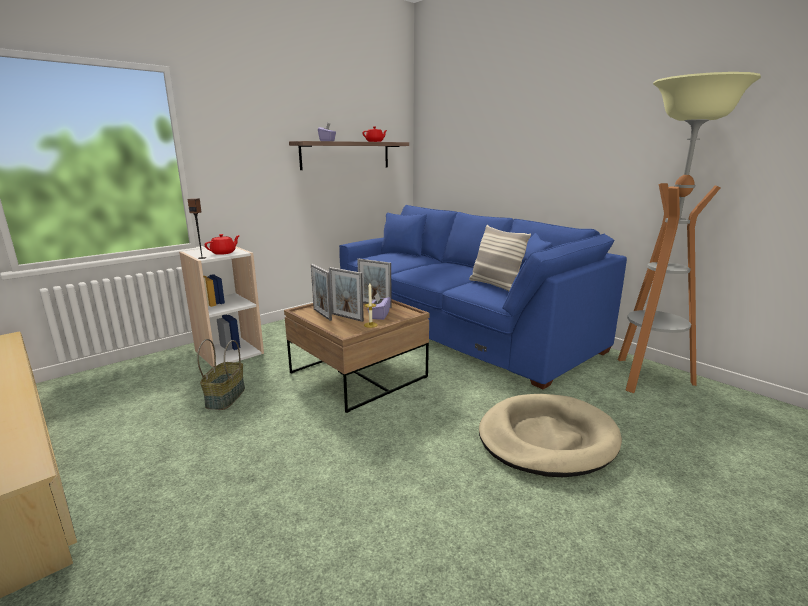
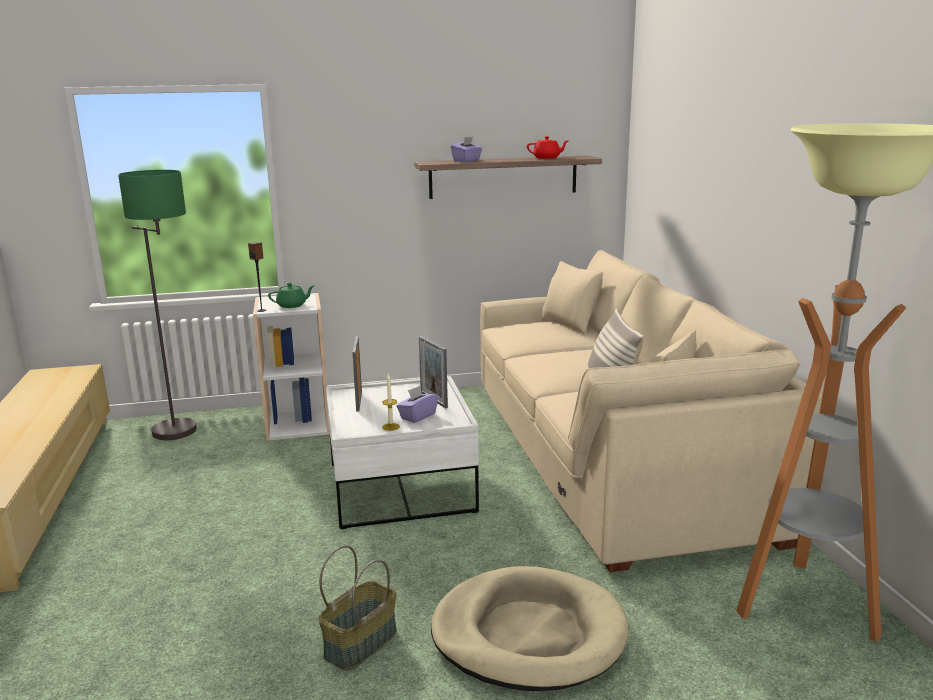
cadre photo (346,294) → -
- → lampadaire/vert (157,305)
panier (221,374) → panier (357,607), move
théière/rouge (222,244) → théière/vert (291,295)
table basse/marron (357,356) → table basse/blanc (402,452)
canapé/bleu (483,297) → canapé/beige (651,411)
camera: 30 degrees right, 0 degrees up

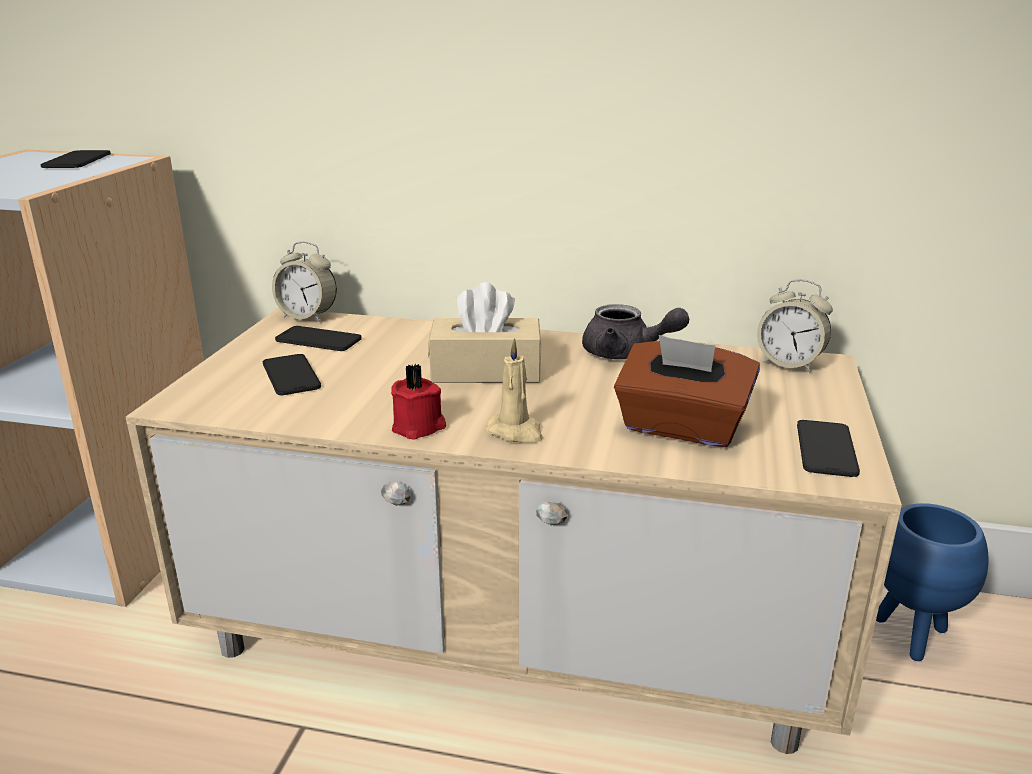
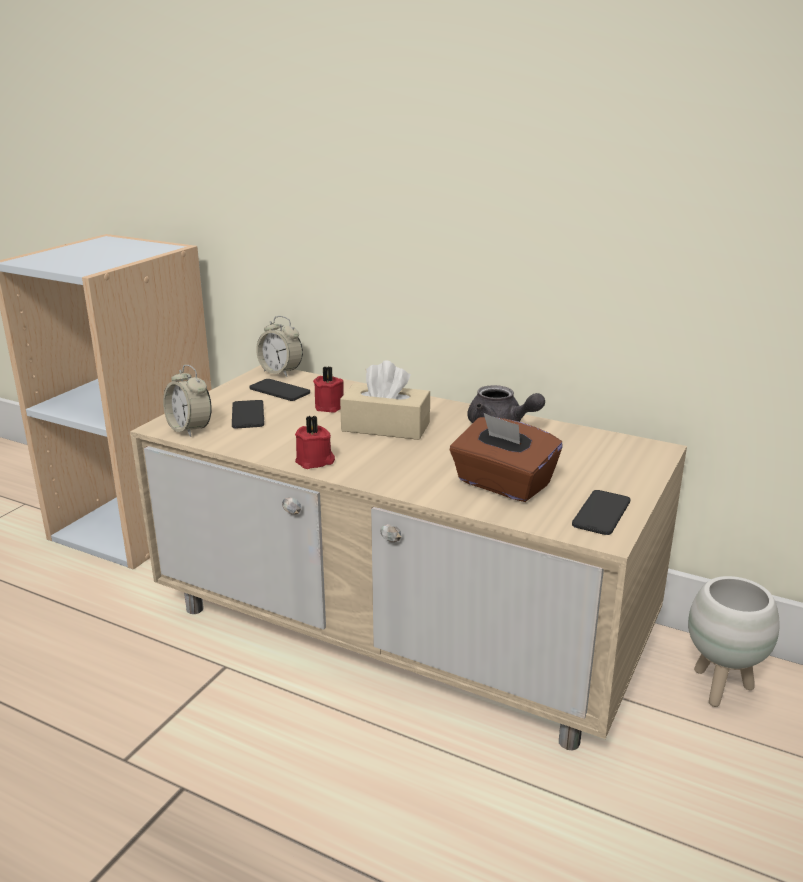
téléphone (75,159) → -
bougie/beige (514,390) → -
- → bougie/rouge (328,389)
réveil (795,325) → réveil (187,401), move
cache-pot/bleu (932,582) → cache-pot/blanc (734,641)
camera: 15 degrees right, 0 degrees up

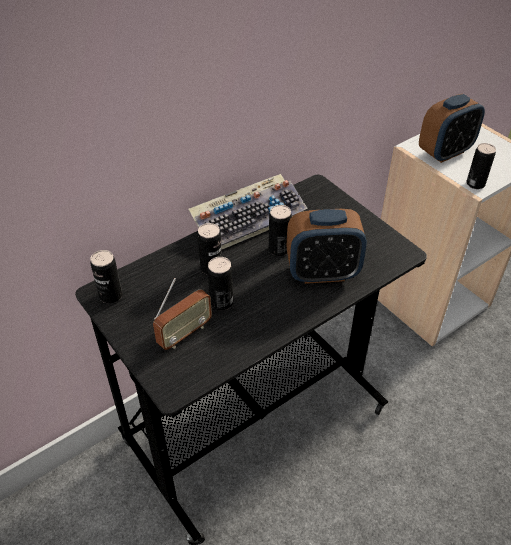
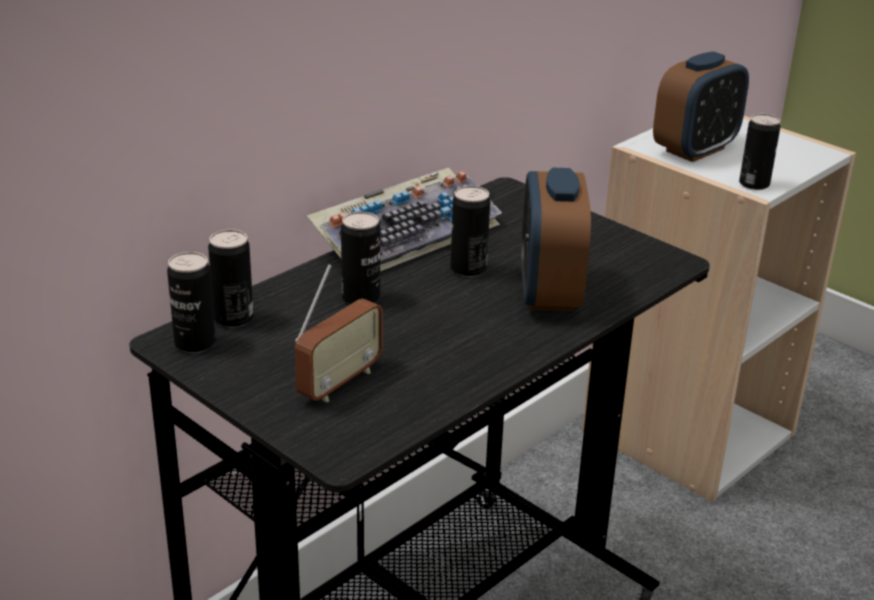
boîte métallique (220,283) → boîte métallique (231,278), move
réveil (327,246) → réveil (556,239), 105 degrees clockwise
camera: 10 degrees left, 15 degrees down

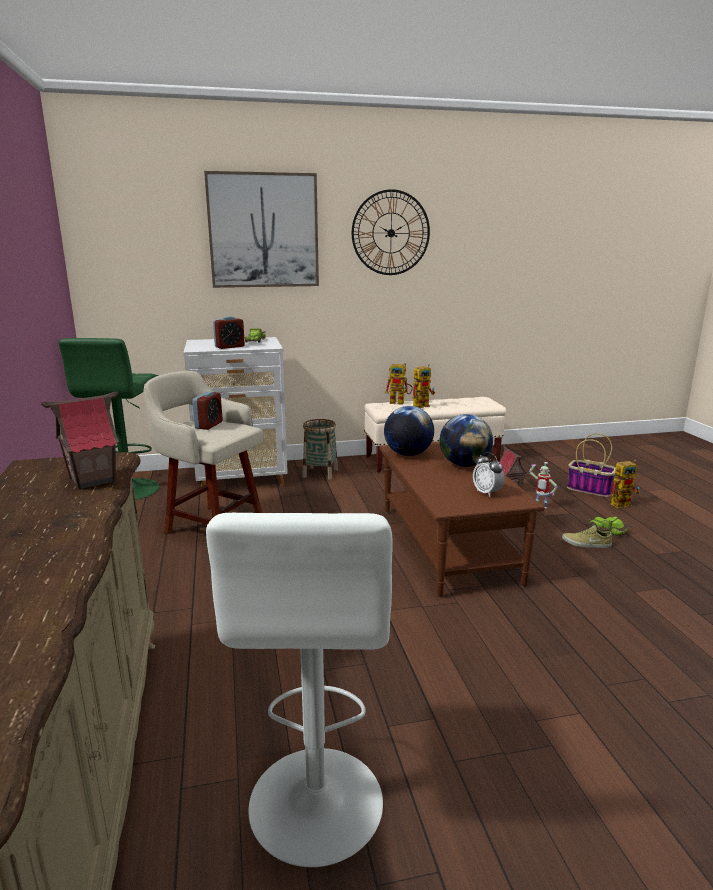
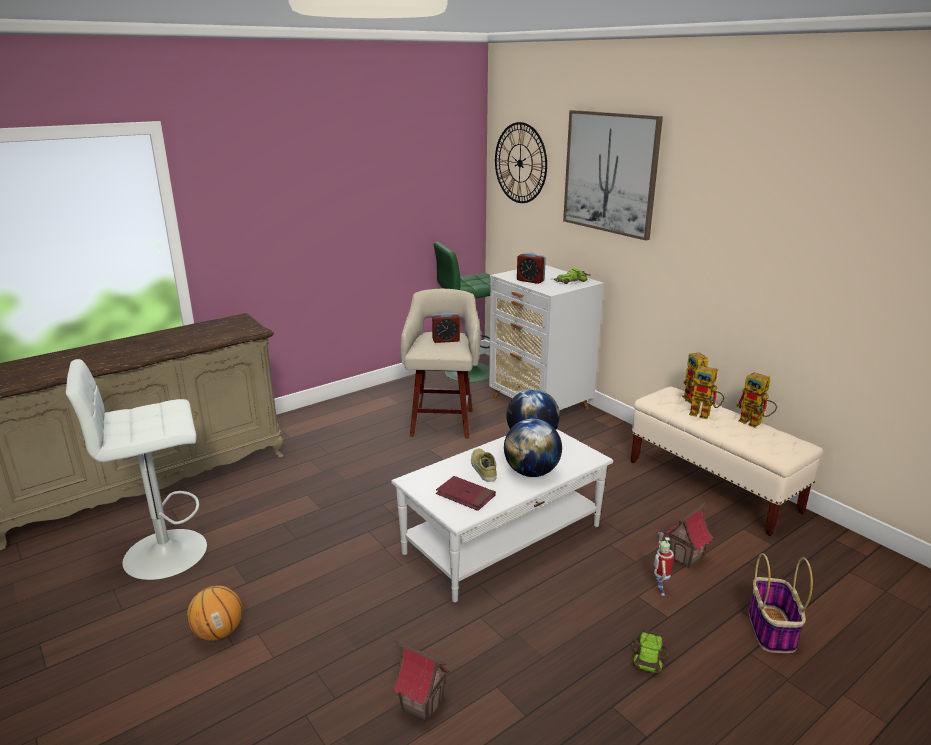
panier (320,449) → -
- → ballon de basket (214,613)
maison miniature (80,441) → maison miniature (421,681), move
horloge murale (391,232) → horloge murale (521,162), move
chaussure/beige (587,536) → chaussure/beige (484,465), move
robot jouet (625,484) → robot jouet (756,399), move
réveil (489,474) → livre/rouge (466,493)
table basse/marron (462,520) → table basse/blanc (502,516)
camera: 65 degrees right, 5 degrees up

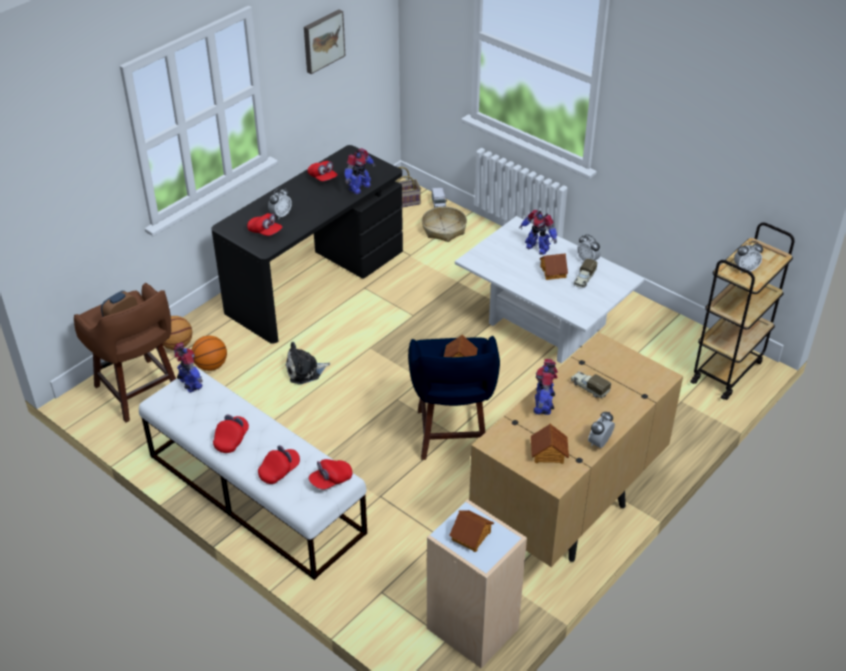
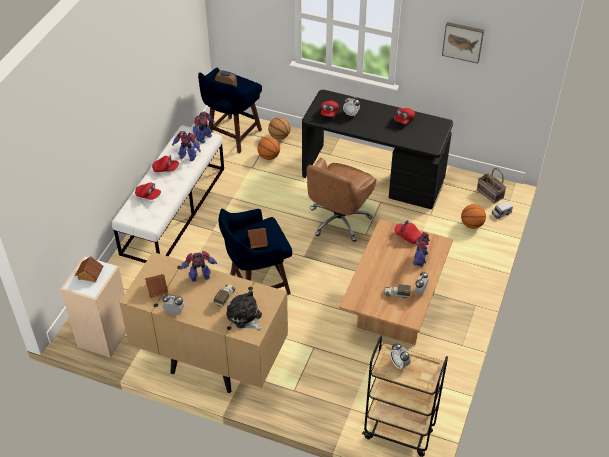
maison miniature (554,266) → -
- → chaise de bureau/marron (341,200)
peluche (307,363) → peluche (244,310), move
casquette/rouge (331,474) → casquette/rouge (408,232), move
robot jouet (360,171) → robot jouet (186,146), move
panier (444,224) → ballon de basket (473,216)
tabouret/marron (125,352) → tabouret/bleu (230,110)
table basse/blanc (550,290) → table basse/marron (396,282)
camera: 70 degrees right, 5 degrees up

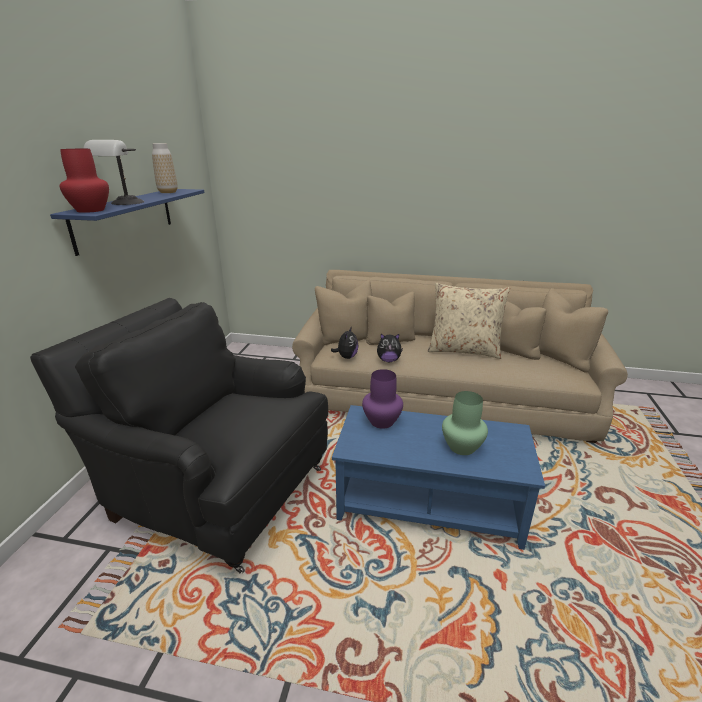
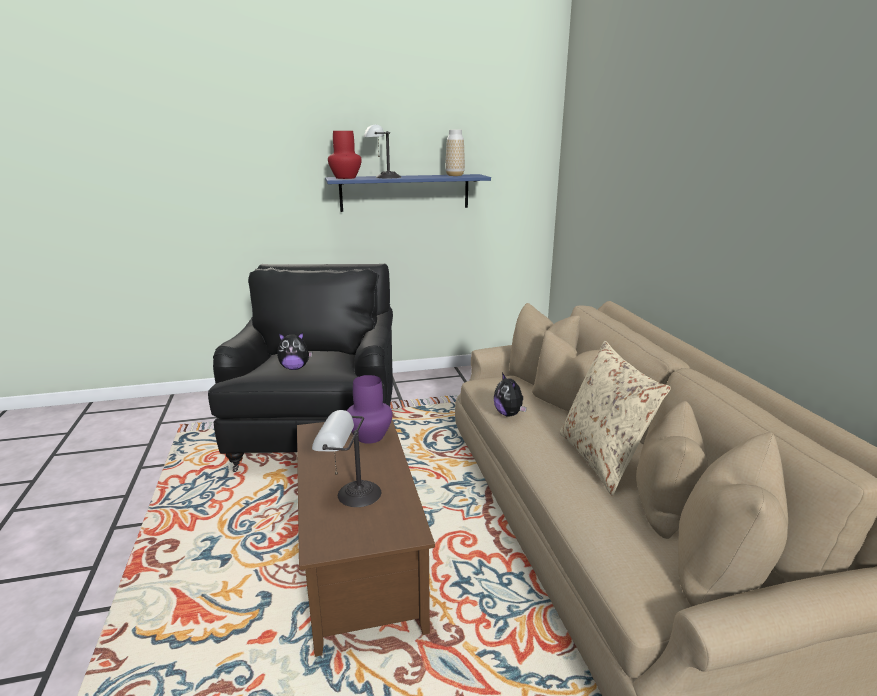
peluche (344,342) → peluche (294,351), move
vase/vert (465,423) → lampe de table (346,458)
table basse/bleu (438,477) → table basse/marron (366,538)
camera: 65 degrees right, 5 degrees down

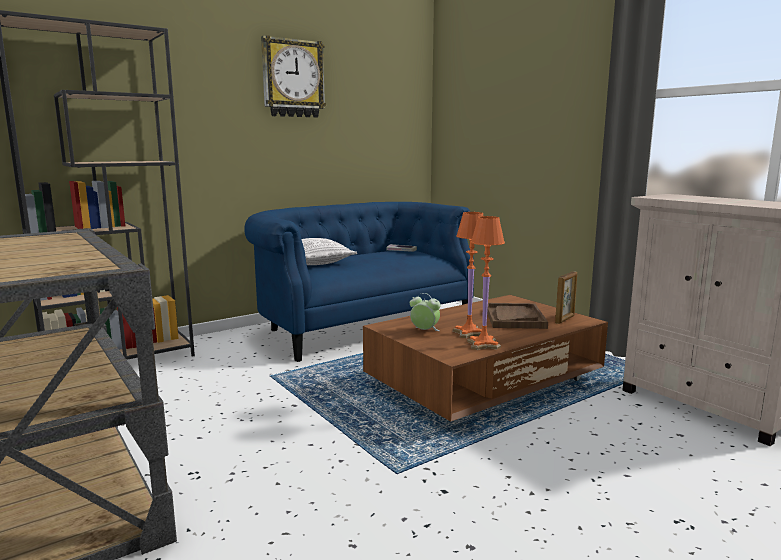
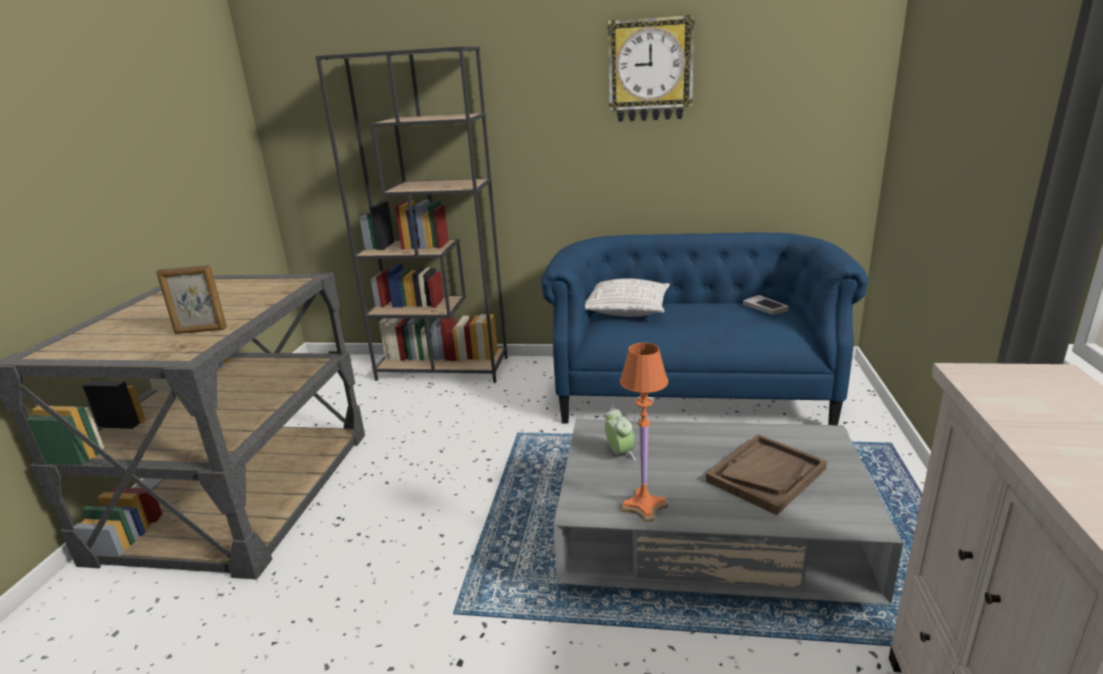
lampe de table/orange (468,275) → -
cadre photo (566,297) → cadre photo (191,299), move
table basse/marron (485,358) → table basse/gris (728,512)
camera: 45 degrees right, 10 degrees up

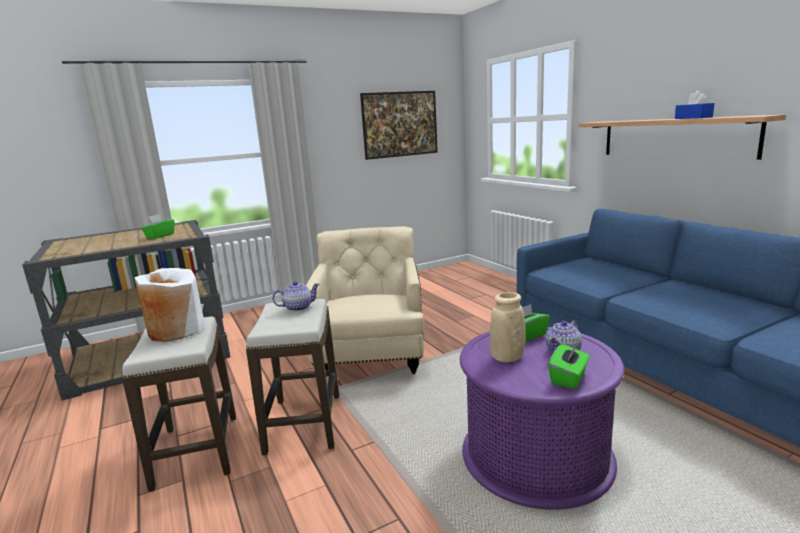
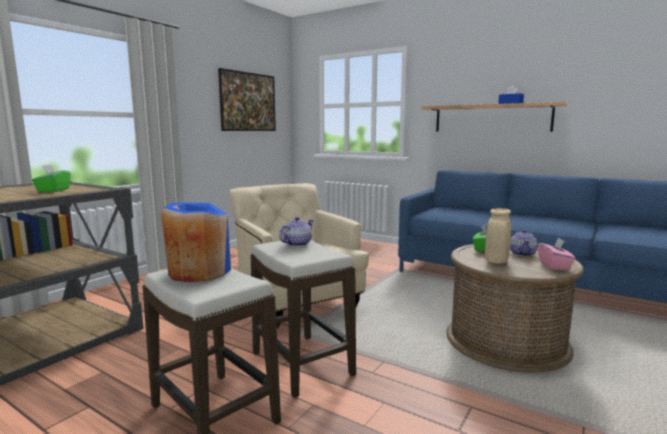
vase/blanc (169,305) → vase/bleu (196,242)
table basse/violet (542,418) → table basse/marron (515,308)
boîte à mouchoirs/vert (569,365) → boîte à mouchoirs/rose (556,253)
camera: 30 degrees left, 5 degrees down

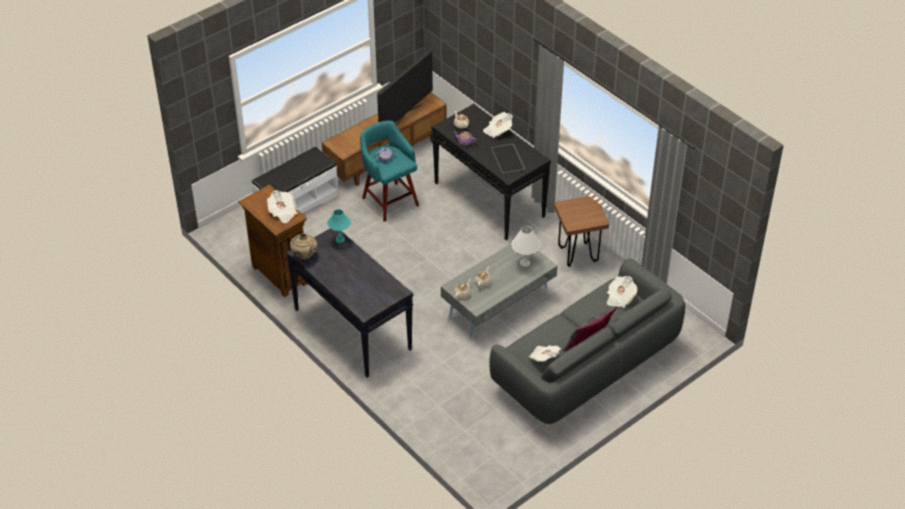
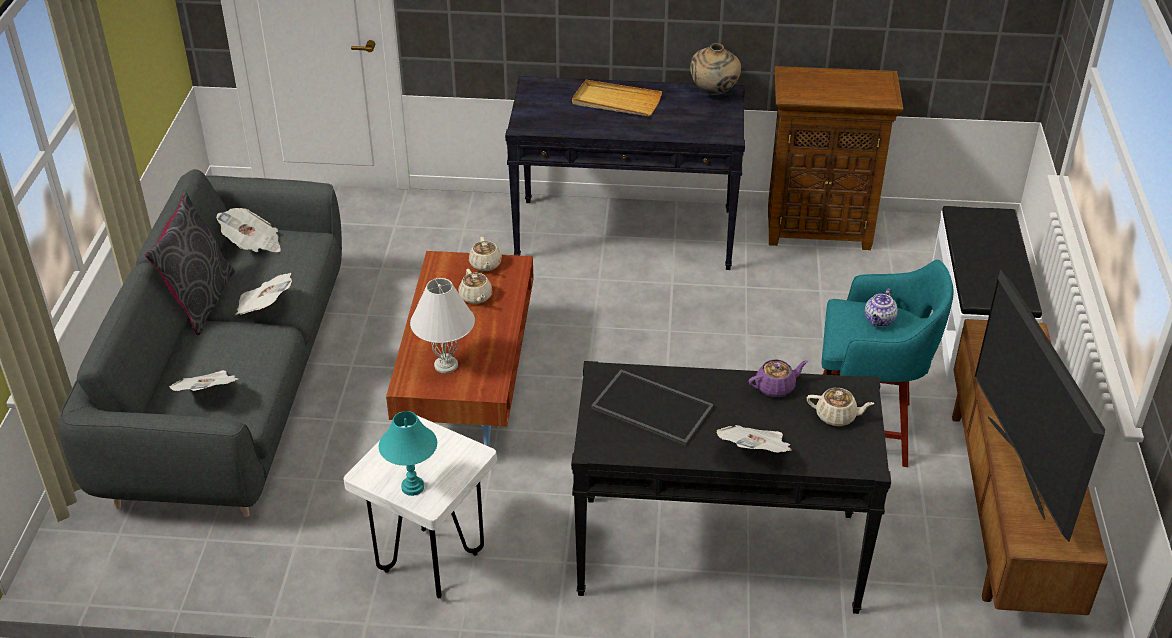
- → plateau/beige (617,98)
journal (282,206) → journal (263,294), move
lampe de table/turquoise (339,226) → lampe de table/turquoise (408,453), move
table basse/gris (499,290) → table basse/marron (460,348)
tabouret/marron (581,231) → tabouret/blanc (420,507)
camera: 135 degrees right, 5 degrees down

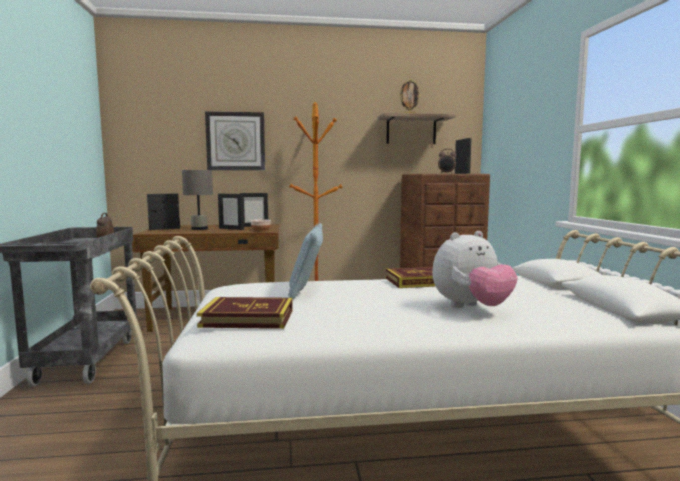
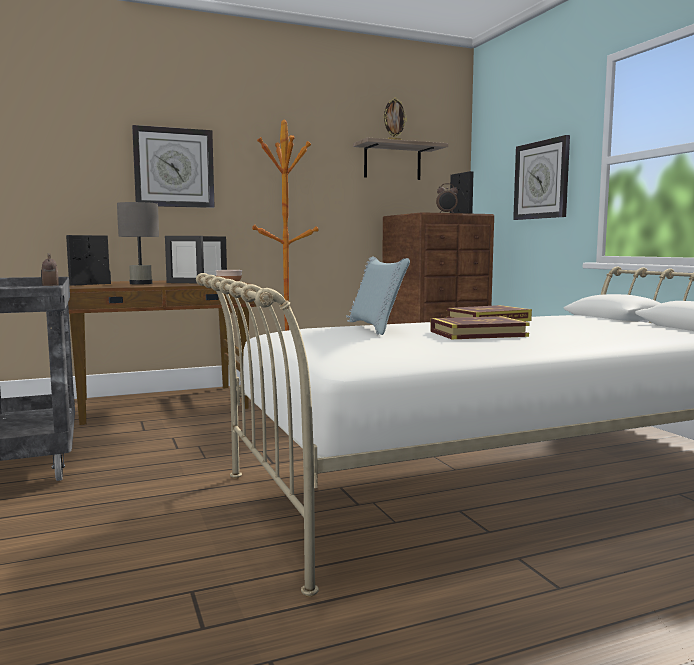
peluche (475,269) → -
- → horloge murale (541,177)
livre (245,313) → livre (480,327), move
camera: 15 degrees left, 0 degrees up

